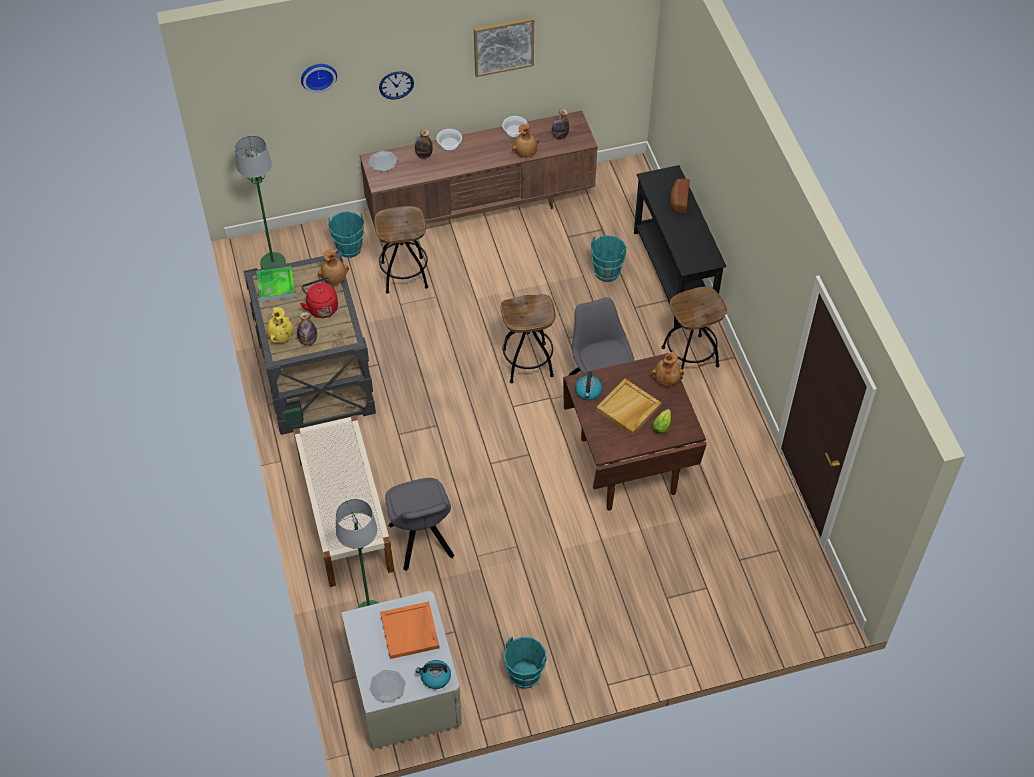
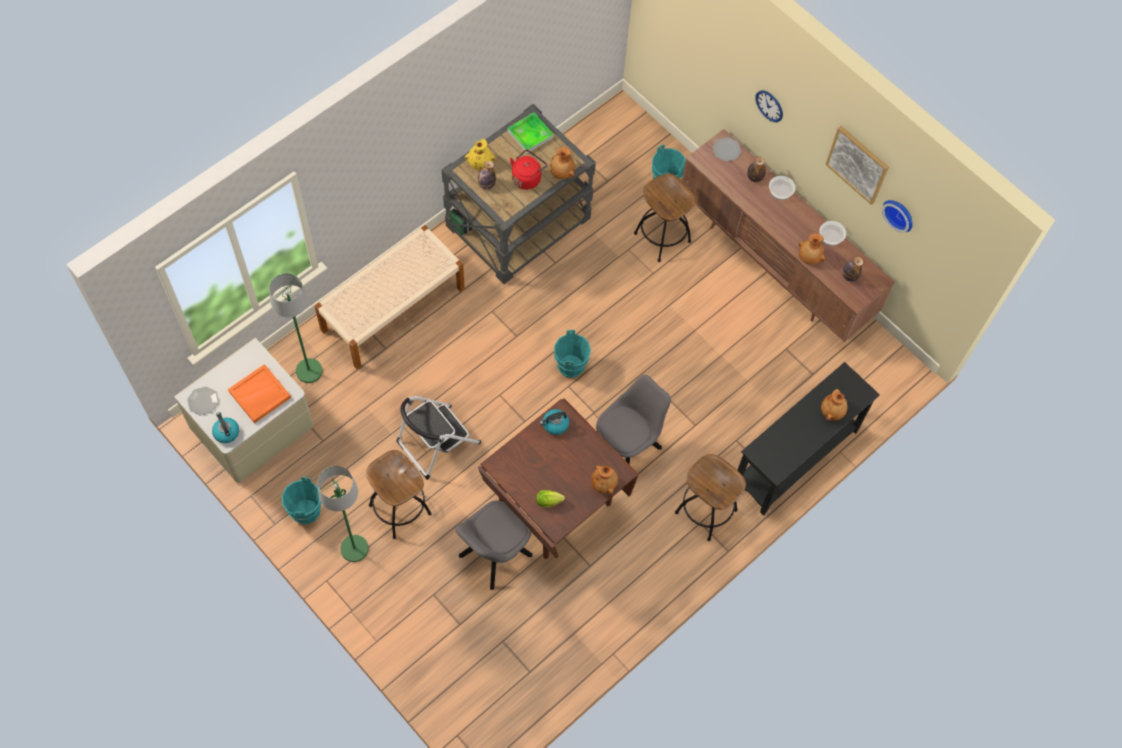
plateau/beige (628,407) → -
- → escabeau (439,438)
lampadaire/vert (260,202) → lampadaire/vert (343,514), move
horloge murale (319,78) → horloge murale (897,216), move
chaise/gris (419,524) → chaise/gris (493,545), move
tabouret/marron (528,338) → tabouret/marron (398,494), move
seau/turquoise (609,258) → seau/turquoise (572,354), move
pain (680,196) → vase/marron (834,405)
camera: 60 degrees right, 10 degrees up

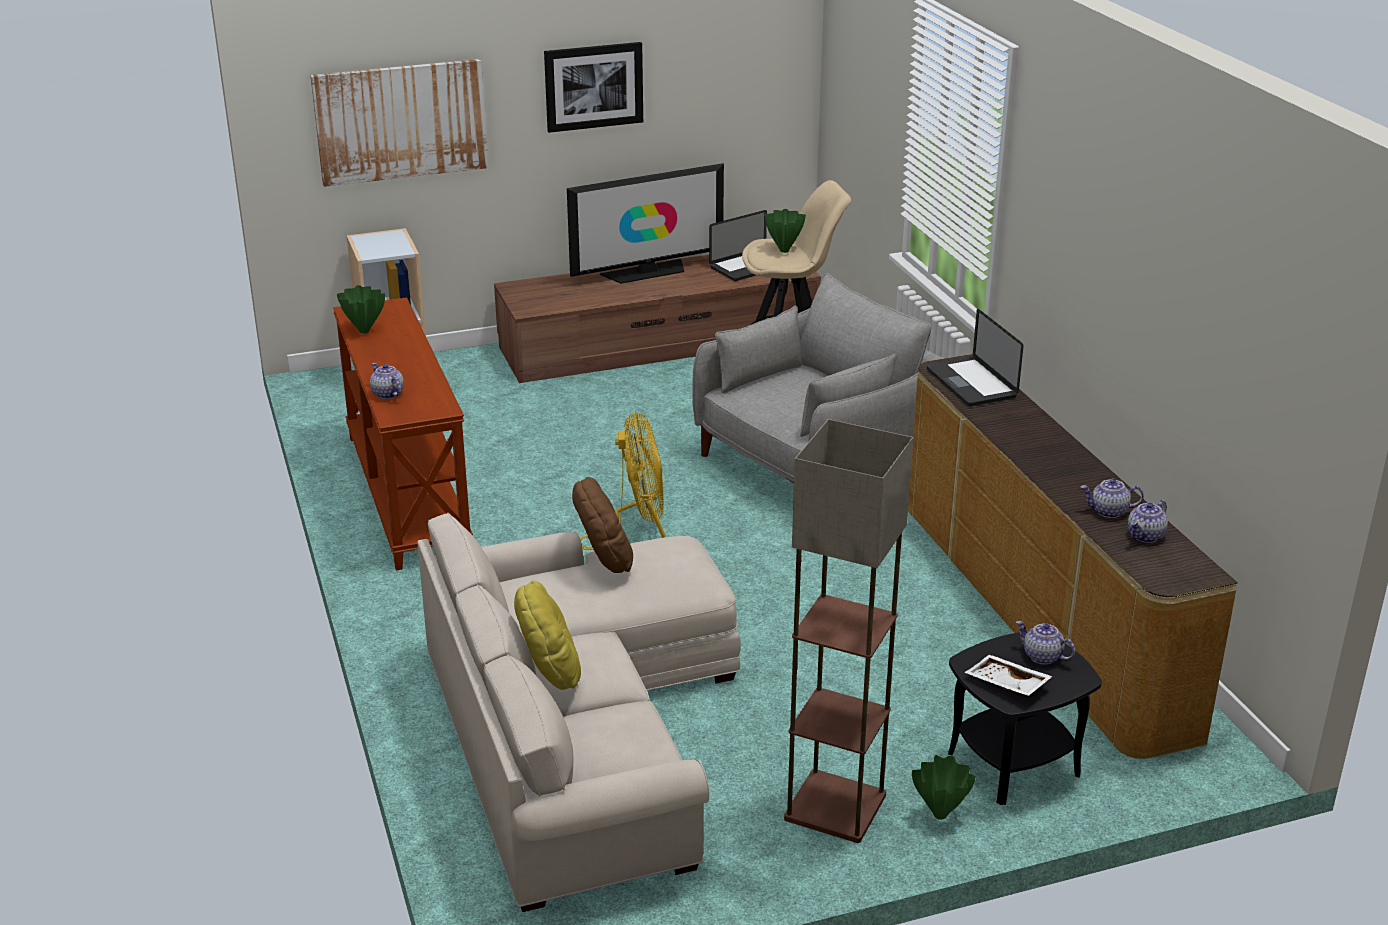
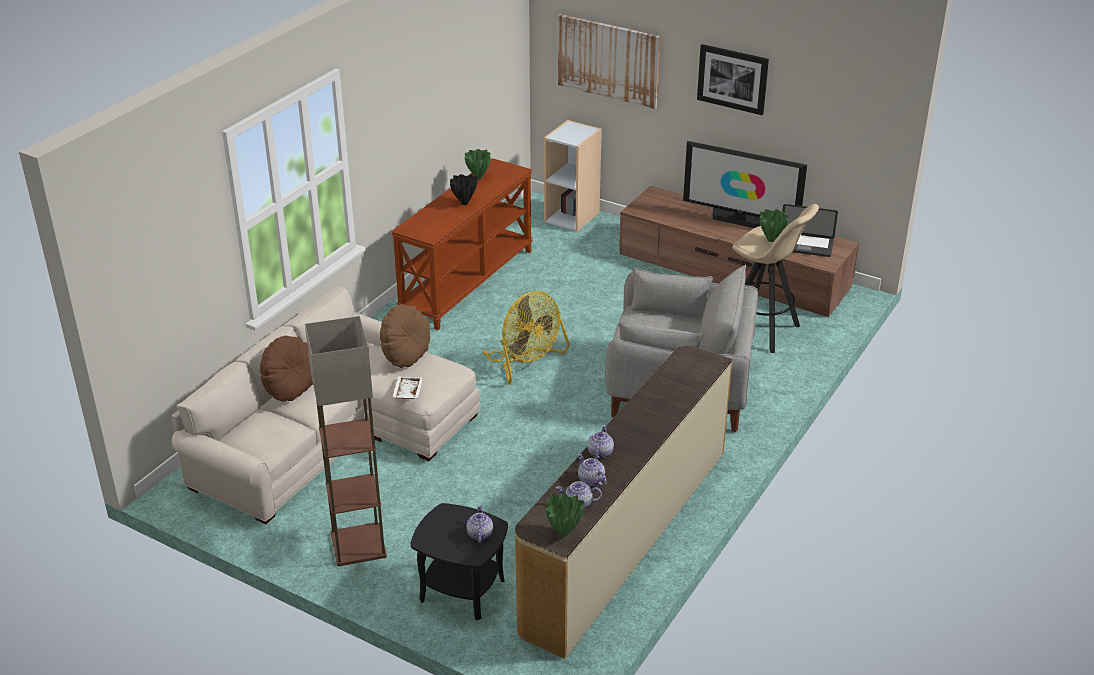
ordinateur portable (975,357) → -
- → vase/noir (464,189)
théière (387,381) → théière (600,442), move
vase/vert (944,787) → vase/vert (565,515), move
plateau/blanc (1008,675) → plateau/blanc (407,387), move
coussin/jaune (547,635) → coussin/marron (286,369)
camera: 50 degrees right, 5 degrees up

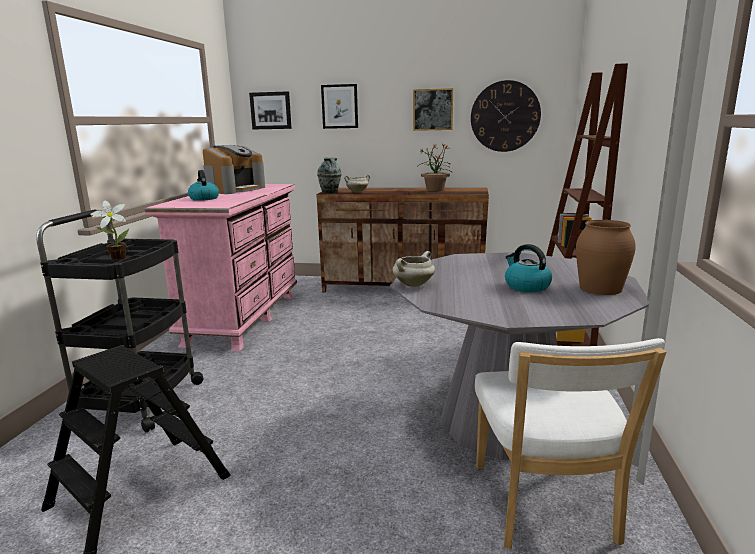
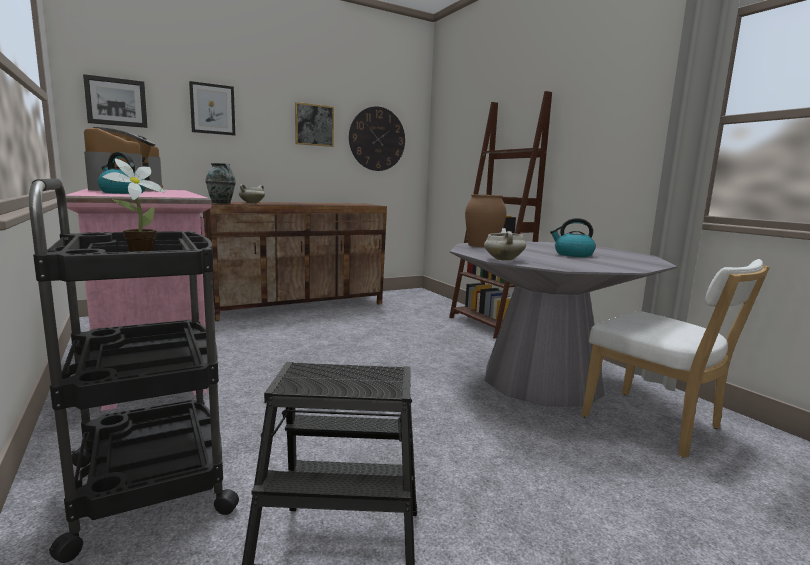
plante en pot (434,167) → -
vase/marron (606,257) → vase/marron (485,221), move
camera: 40 degrees left, 5 degrees down

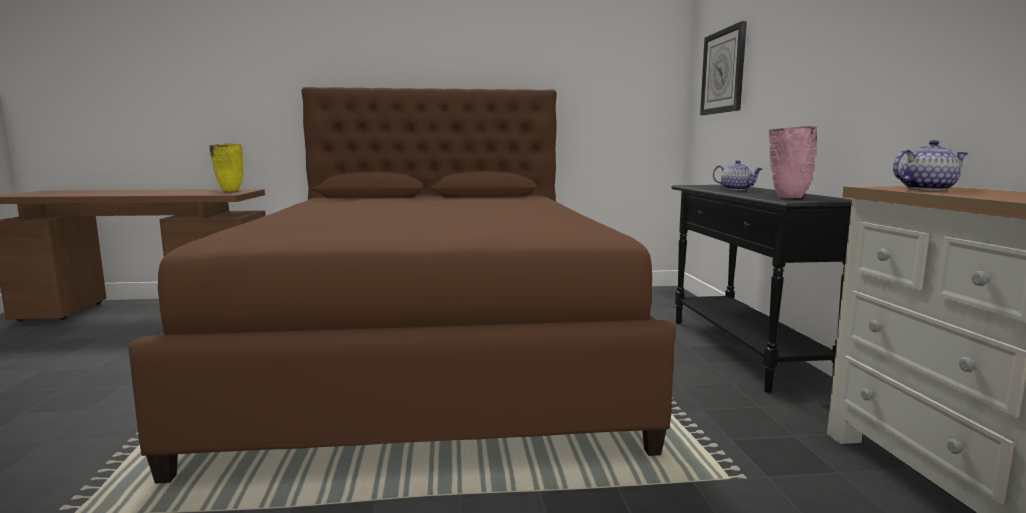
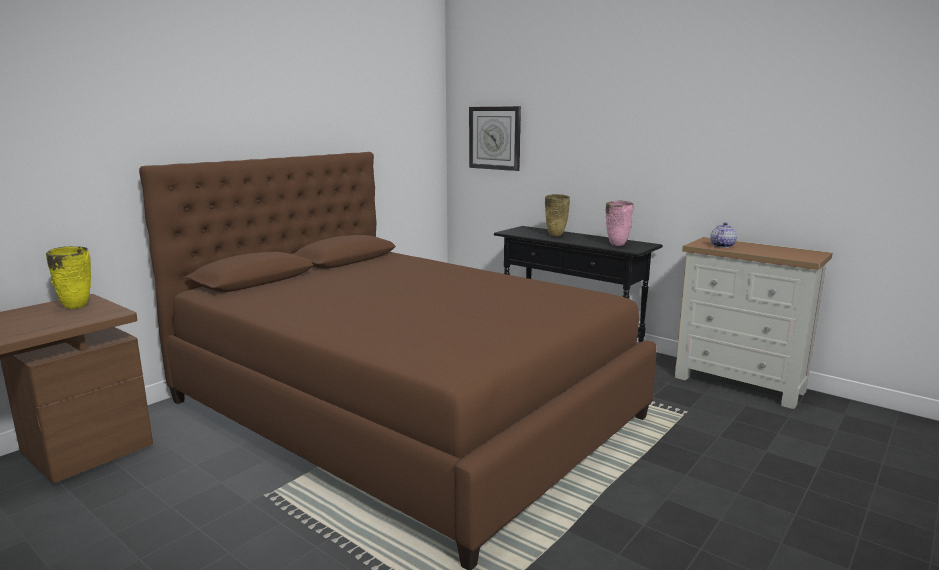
théière (738,175) → vase/beige (557,215)
camera: 45 degrees left, 5 degrees up

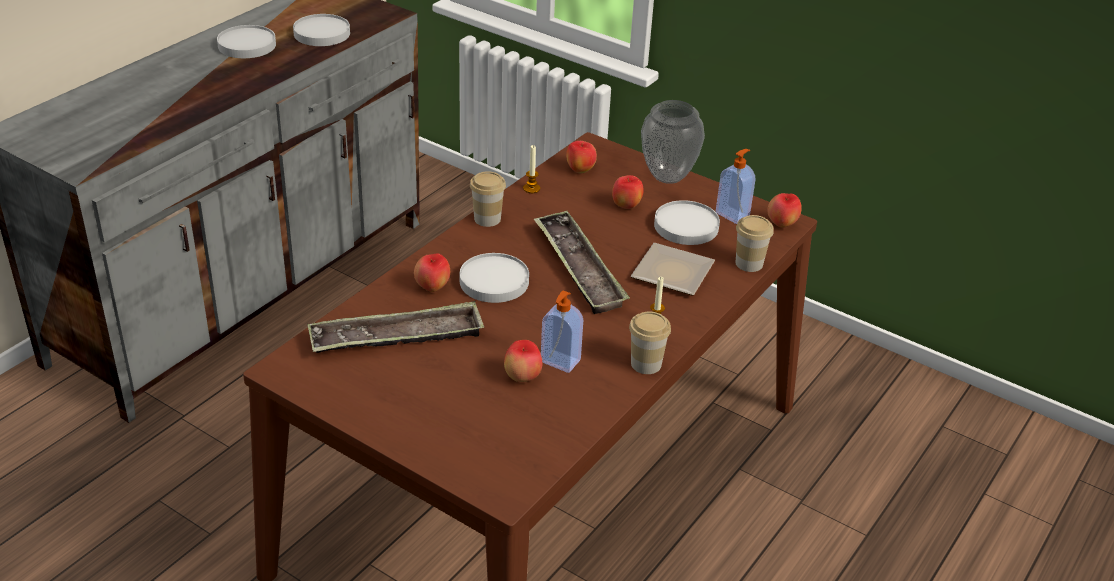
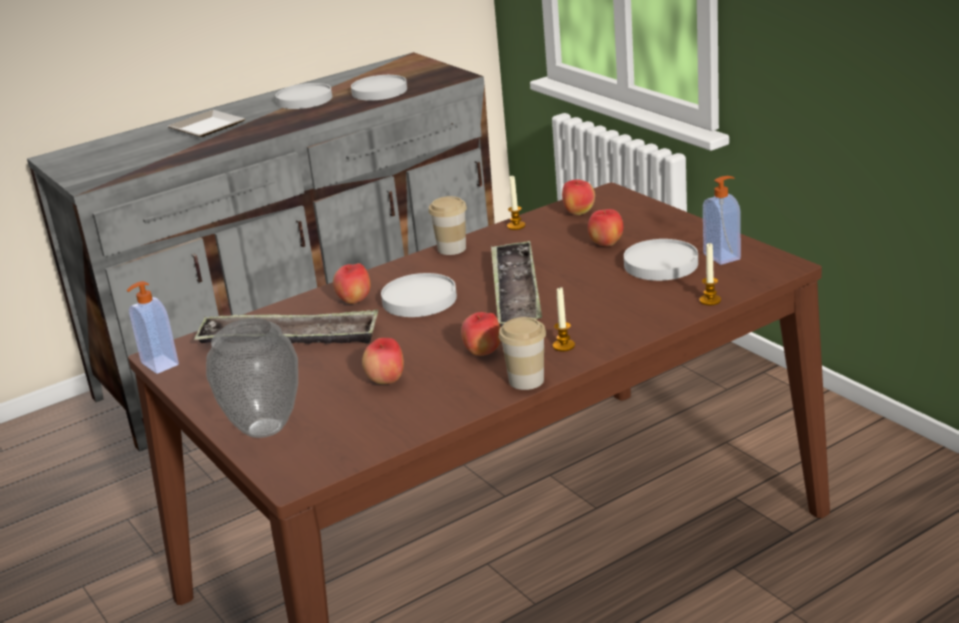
distributeur de savon (562,331) → distributeur de savon (153,327), move
assiette (673,269) → assiette (206,123), move
vase (673,142) → vase (252,378), move
pomme (784,210) → pomme (480,334), move
tasse (755,243) → bougie (710,274)
camera: 25 degrees right, 10 degrees down

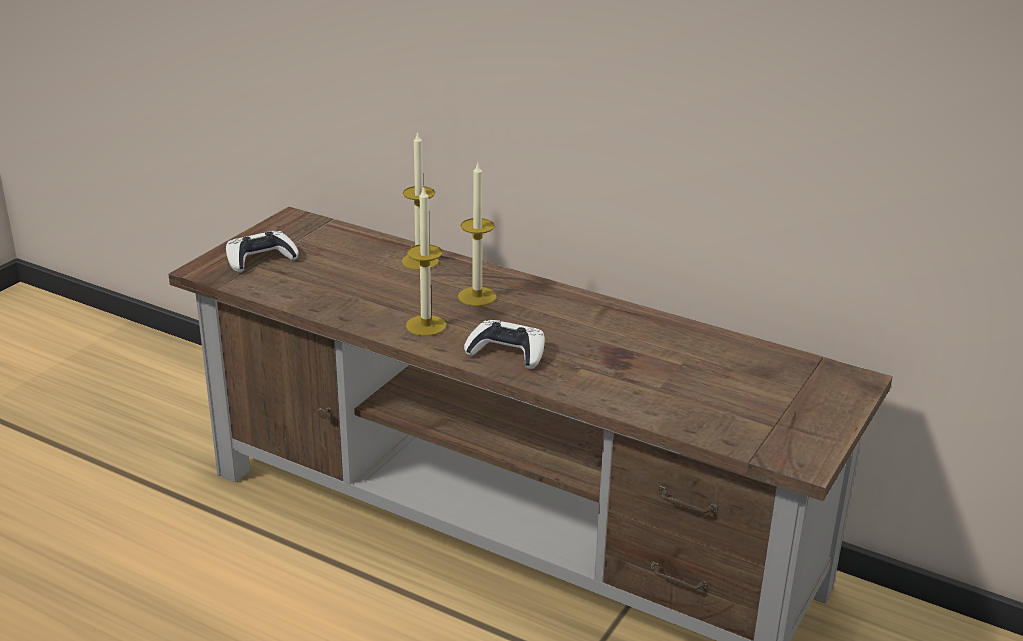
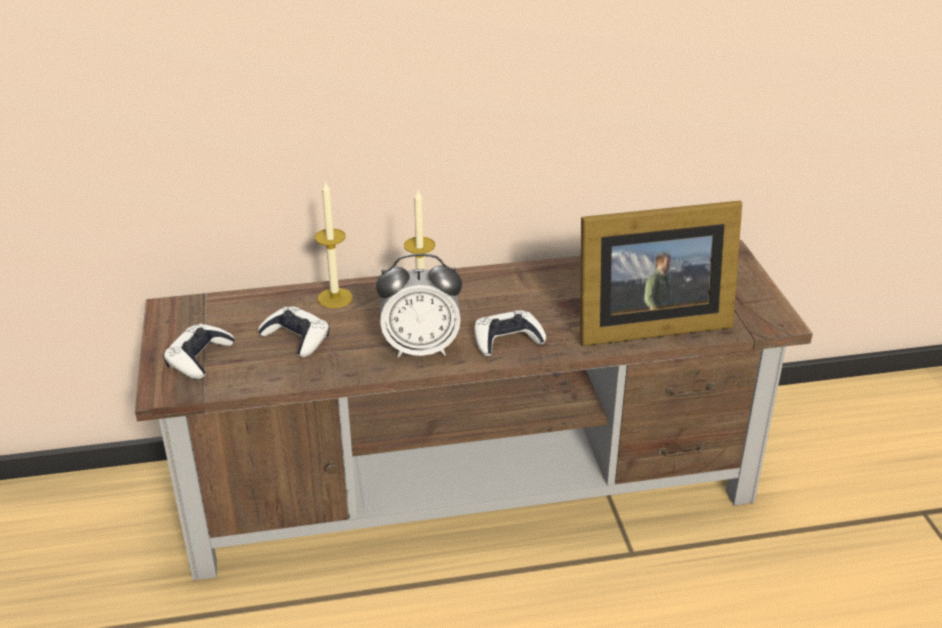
- → manette/blanc (293,331)
- → cadre photo (661,273)
bougie (426,261) → réveil (419,305)
camera: 40 degrees left, 5 degrees up

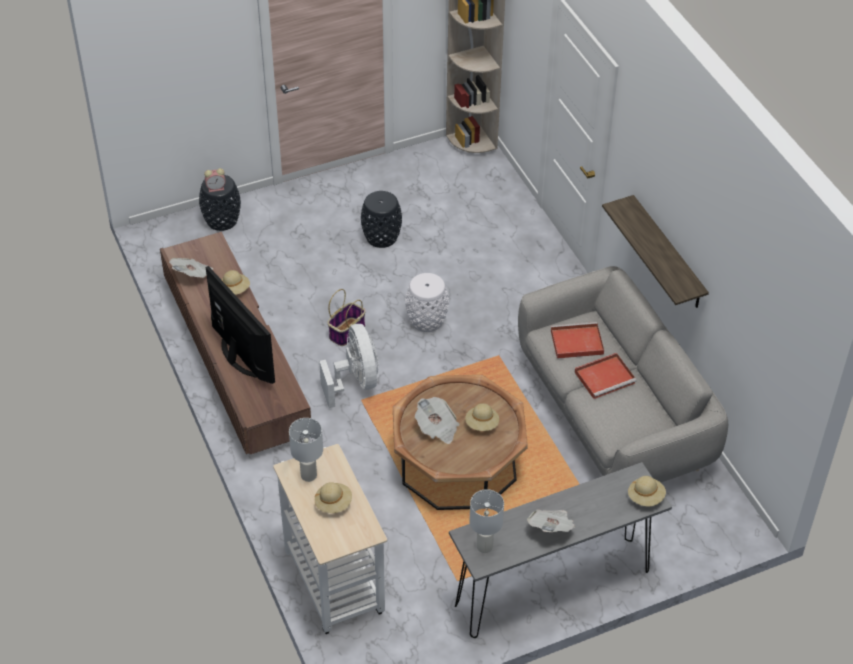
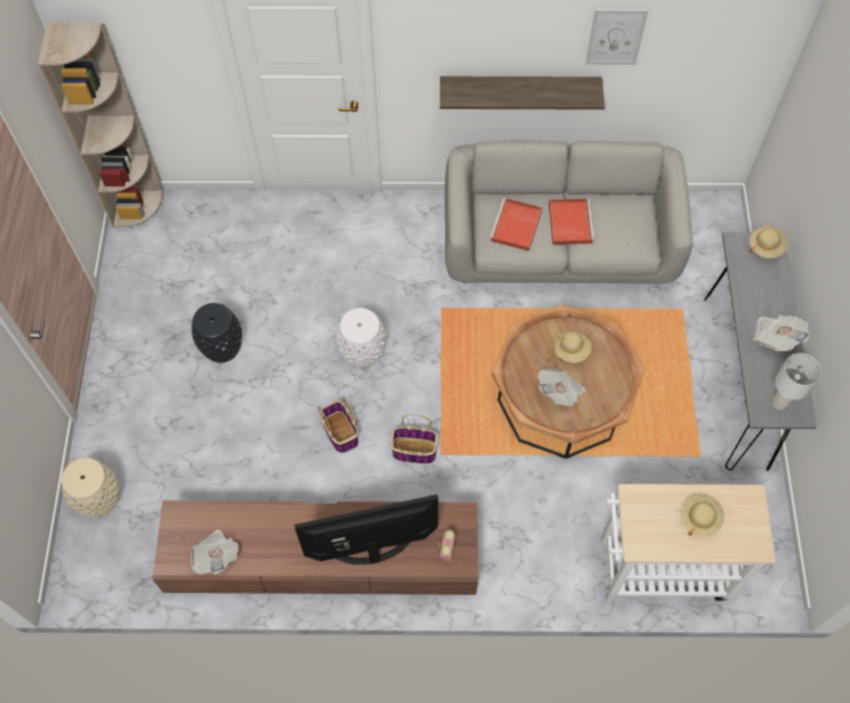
chapeau/beige (235,282) → -
lampe de table/blanc (306,450) → -
- → tableau (617,37)
réveil (215,180) → réveil (447,546), move
ventilateur/blanc (349,366) → panier (414,439)
tabouret/noir (220,203) → tabouret/beige (90,487)
camera: 65 degrees left, 15 degrees up

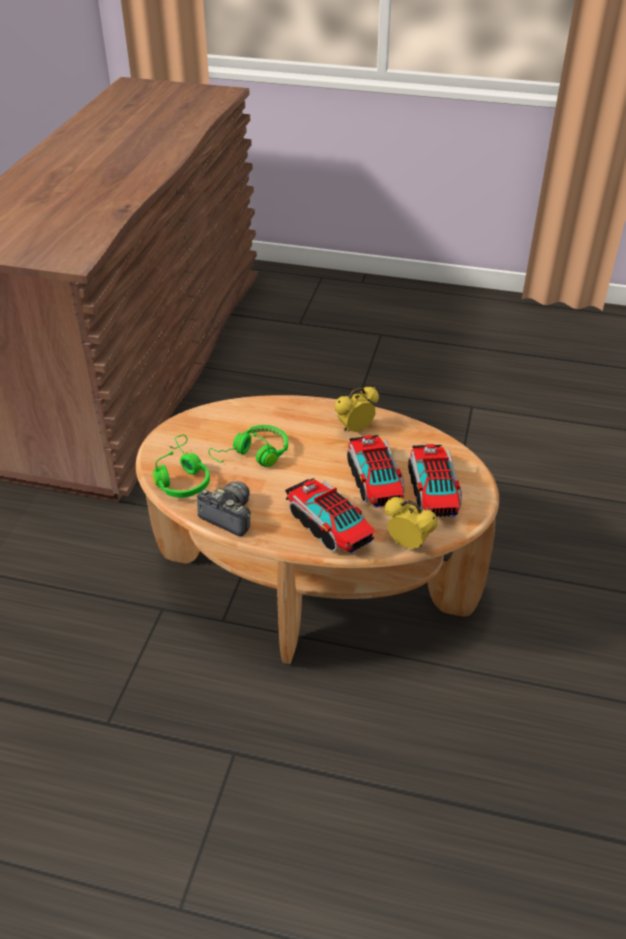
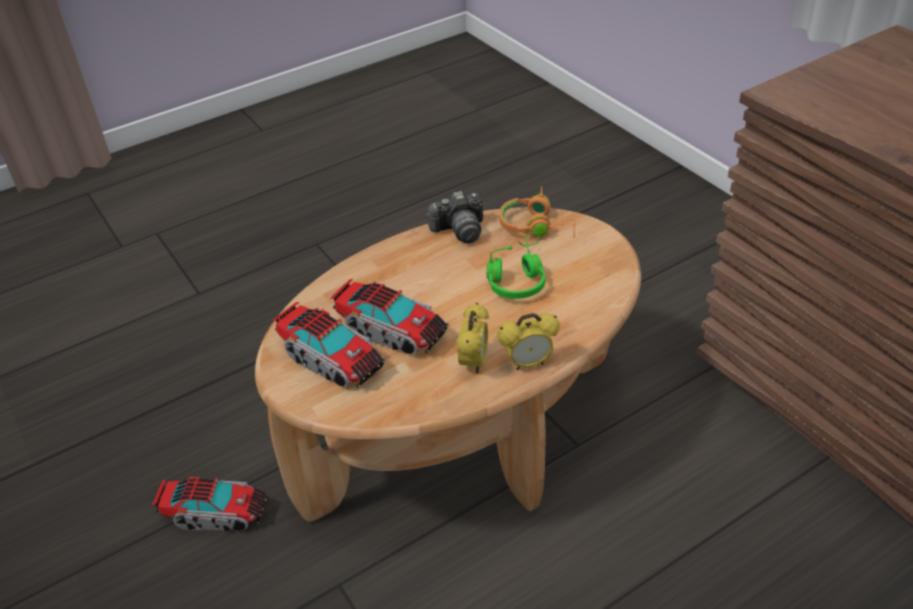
camion jouet (330,515) → camion jouet (210,503), move
réveil (411,523) → réveil (528,341), move
casque audio/vert (181,466) → casque audio/orange (537,212)
camera: 135 degrees right, 0 degrees up

